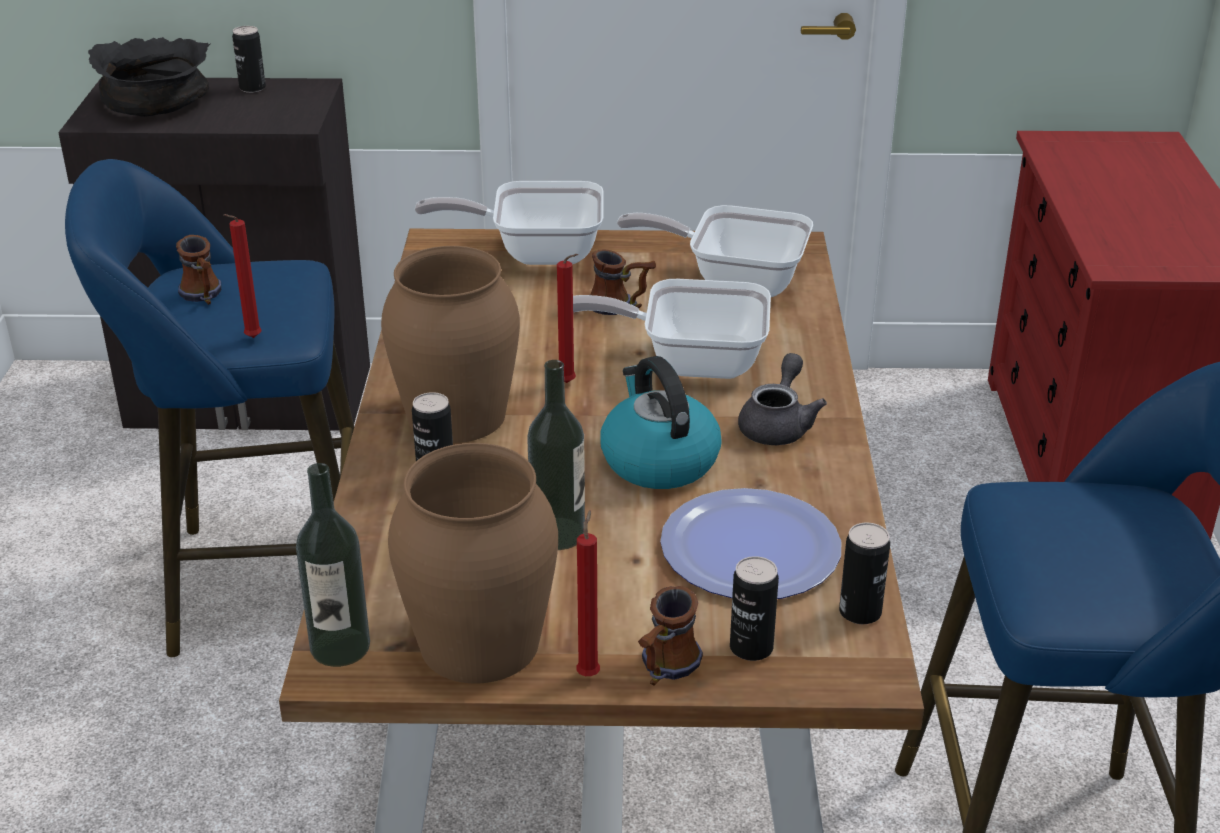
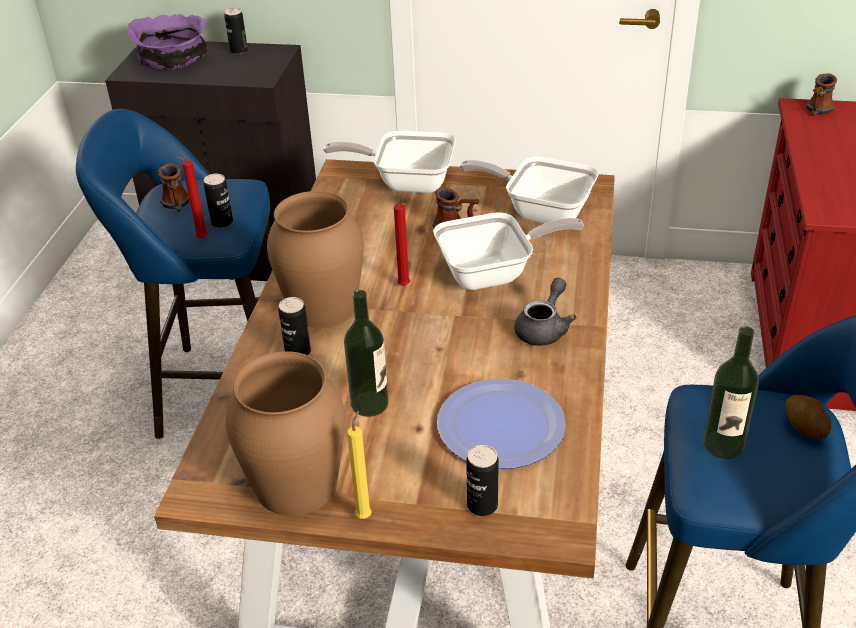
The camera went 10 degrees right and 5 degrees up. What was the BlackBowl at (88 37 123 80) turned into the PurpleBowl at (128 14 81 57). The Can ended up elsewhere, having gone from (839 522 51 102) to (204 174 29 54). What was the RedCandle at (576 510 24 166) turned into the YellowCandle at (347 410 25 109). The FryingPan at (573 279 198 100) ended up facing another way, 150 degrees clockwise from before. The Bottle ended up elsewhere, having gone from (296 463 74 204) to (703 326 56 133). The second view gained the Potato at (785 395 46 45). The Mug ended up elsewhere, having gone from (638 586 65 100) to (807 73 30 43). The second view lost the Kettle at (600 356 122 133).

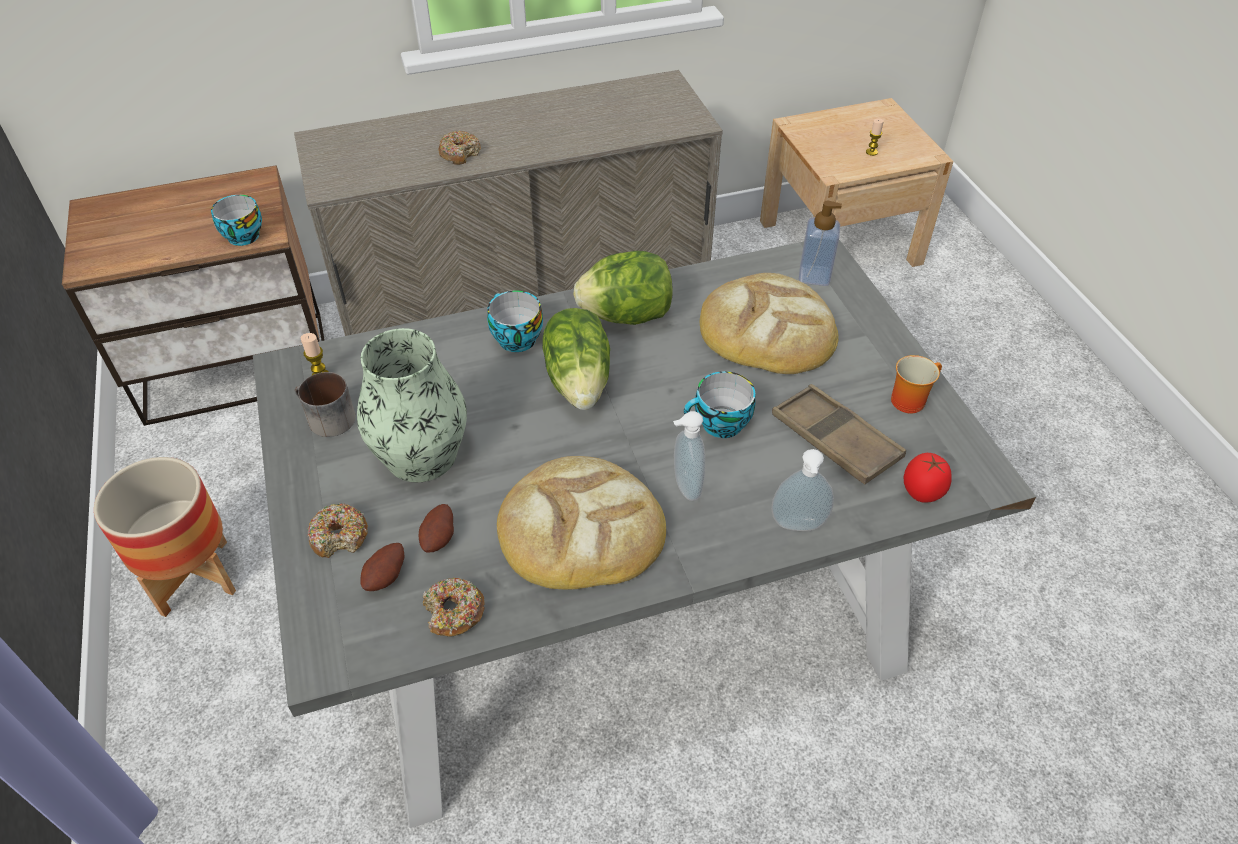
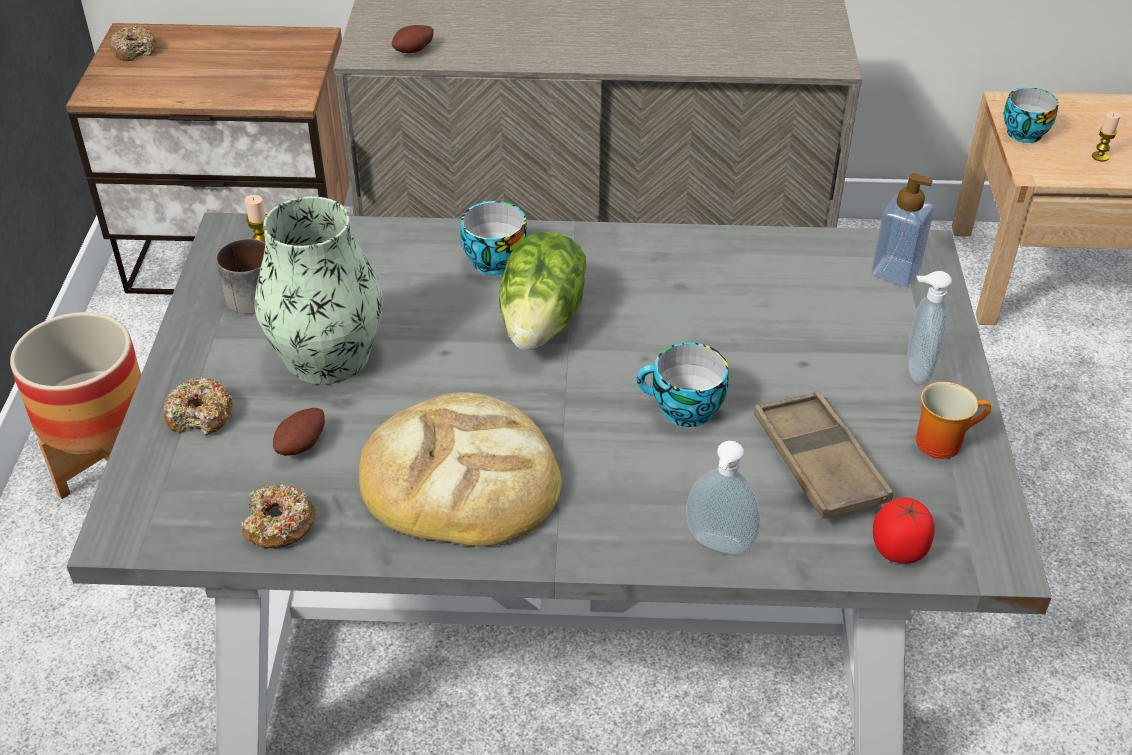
The camera went 20 degrees right and 5 degrees down. The Donut ended up elsewhere, having gone from (438 130 43 35) to (110 26 47 36). The Potato ended up elsewhere, having gone from (361 543 44 48) to (392 25 42 28). The SoapDispenser ended up elsewhere, having gone from (673 411 32 90) to (907 271 45 114). The Cup ended up elsewhere, having gone from (211 195 51 51) to (1003 87 56 56). The second view lost the Lettuce at (573 251 100 74). The second view lost the Bread at (700 273 139 101).

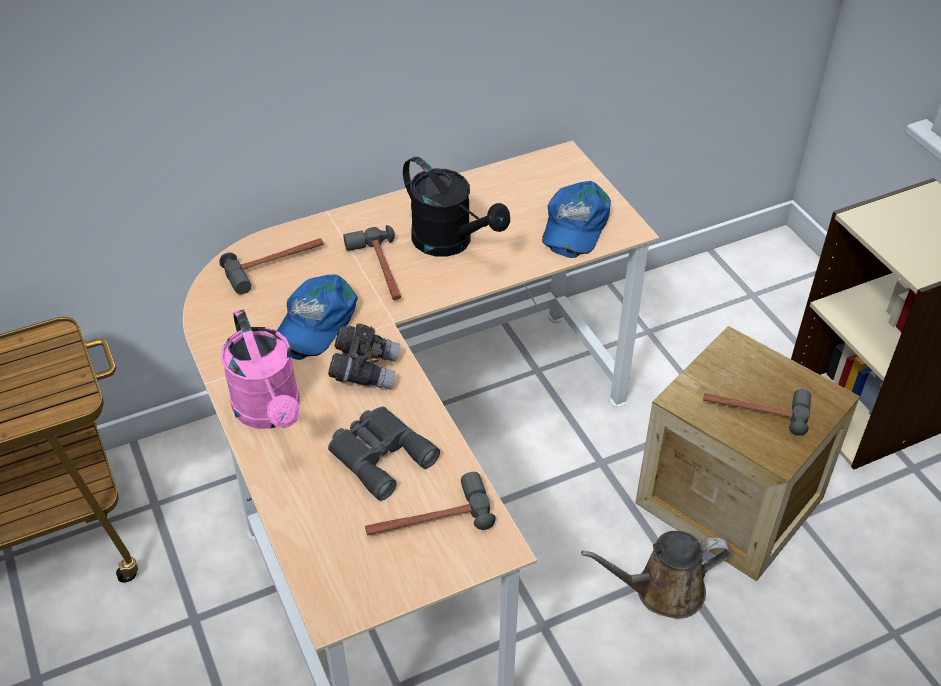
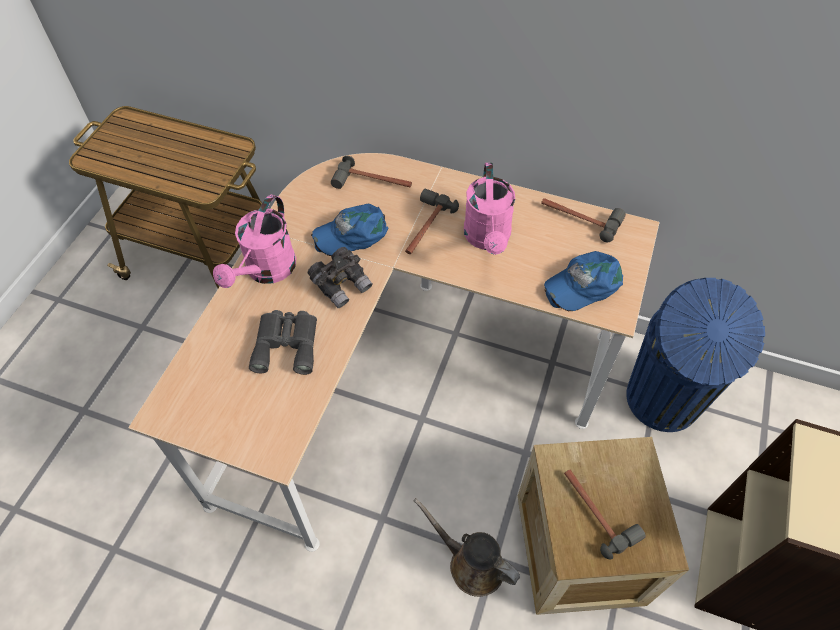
The camera went 45 degrees right and 10 degrees up. What was the BlackWateringCan at (403 157 107 100) turned into the PinkWateringCan at (464 163 51 92). The Hammer ended up elsewhere, having gone from (365 472 130 63) to (541 198 85 44). The second view gained the BlueTrashCan at (626 278 139 154).

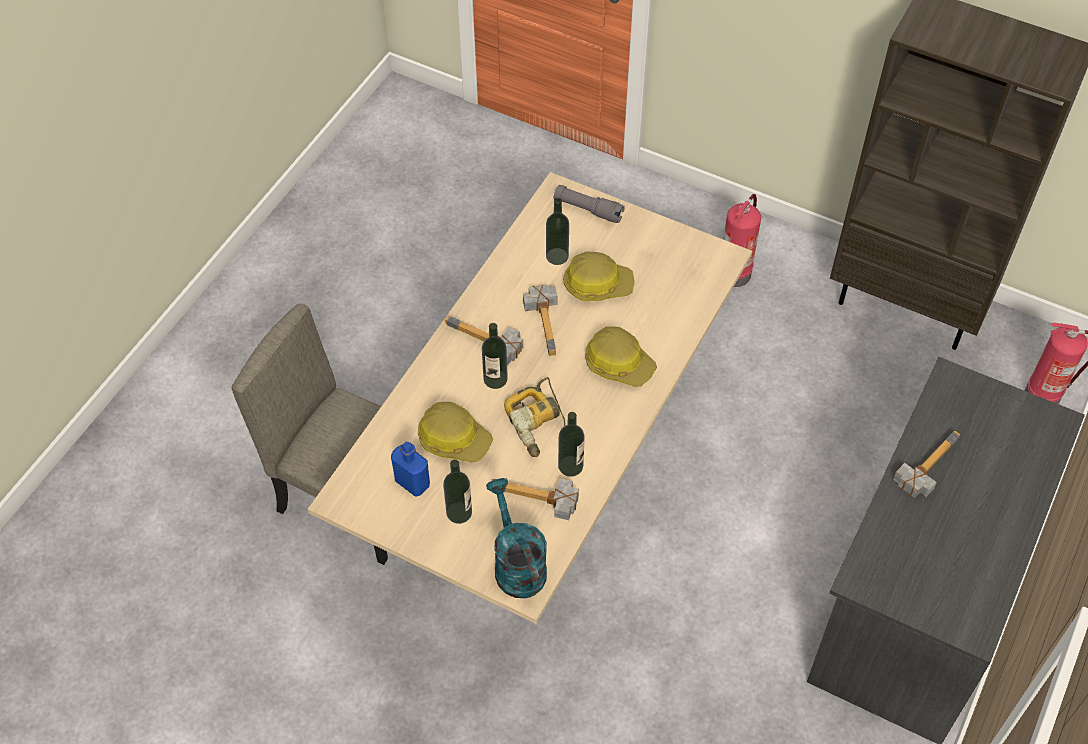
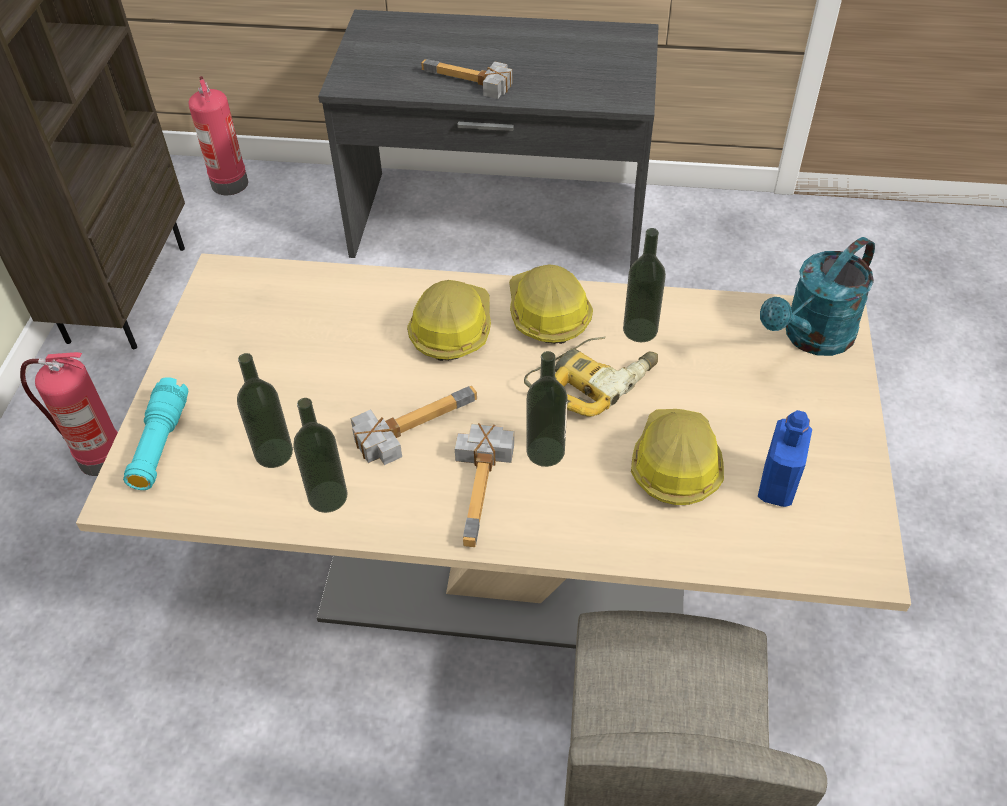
The camera went 110 degrees left and 5 degrees down. What was the GreyFlashlight at (554 185 71 38) turned into the TurquoiseFlashlight at (123 377 65 113). The Bottle ended up elsewhere, having gone from (443 460 29 64) to (293 398 54 115). The HardHat ended up elsewhere, having gone from (563 251 71 50) to (509 264 84 80). The second view lost the Hammer at (491 478 88 42).

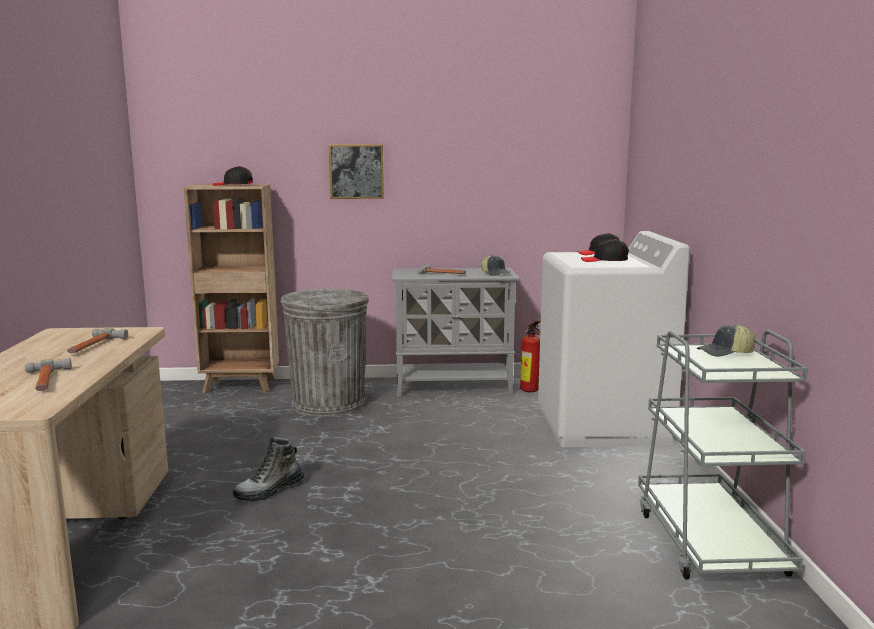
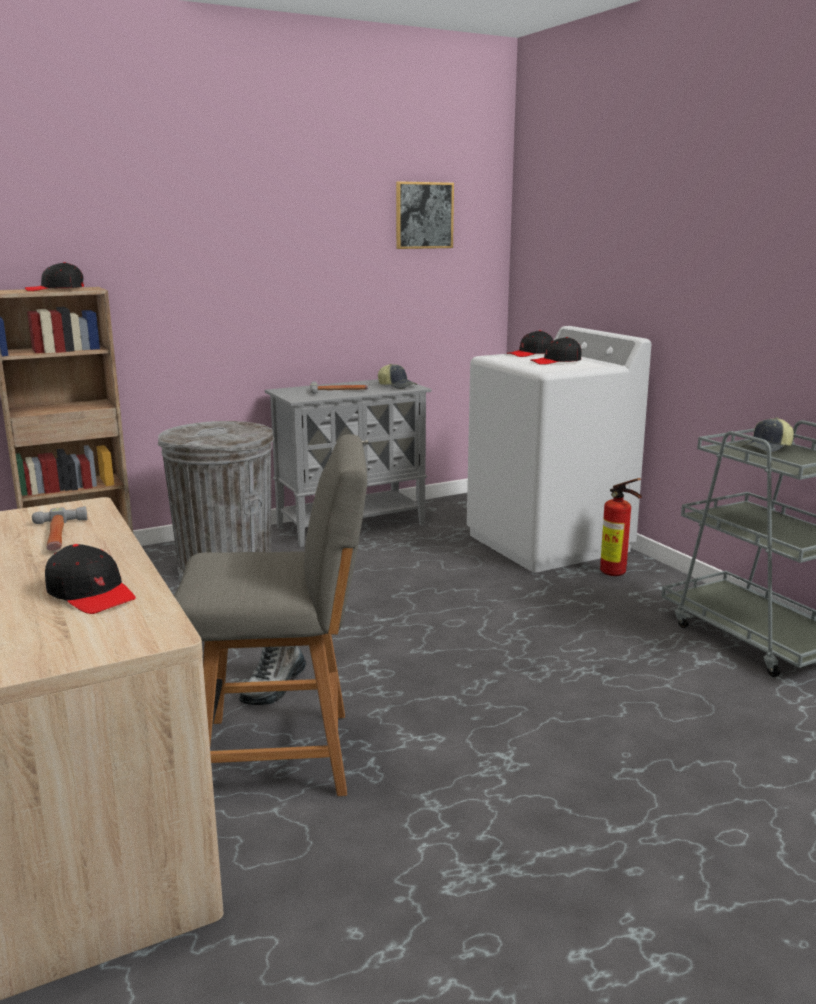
The camera went 25 degrees left and 5 degrees up. Where the Hammer stood at (25 358 47 33), the BlackCap came to stand at (45 544 91 70). The second view gained the GreyChair at (174 434 193 362). The Picture ended up elsewhere, having gone from (329 144 55 55) to (396 181 58 68). The FireExtinguisher ended up elsewhere, having gone from (520 320 21 72) to (600 478 42 98).

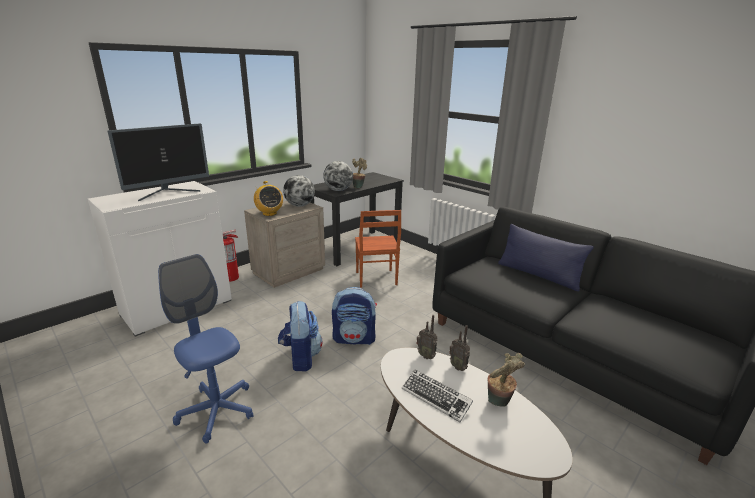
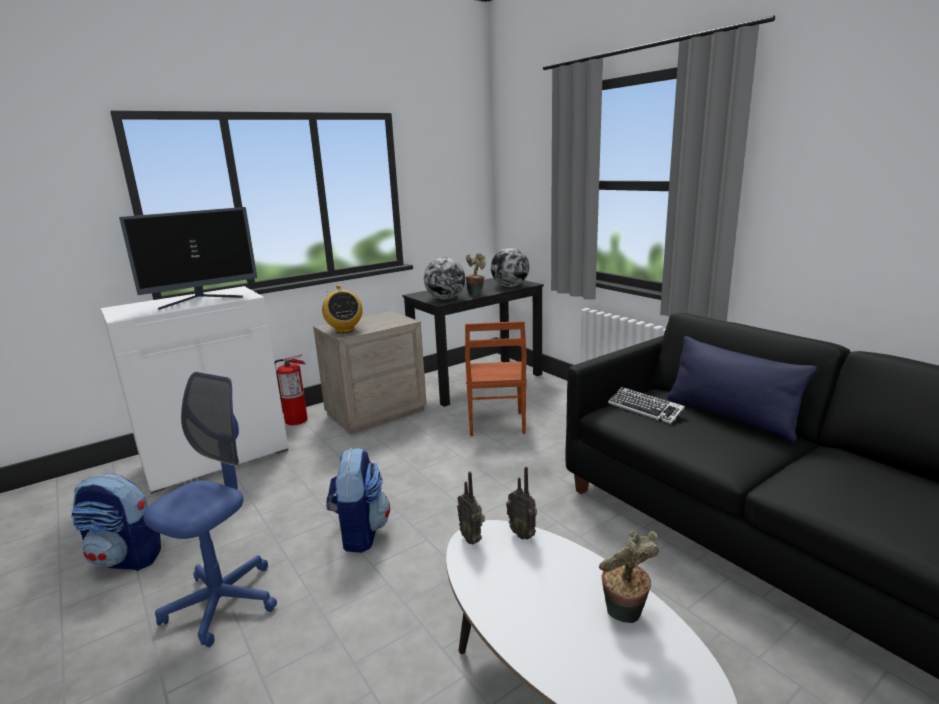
The camera went 10 degrees right and 5 degrees down. The Backpack ended up elsewhere, having gone from (332 287 45 58) to (71 473 90 98). The BlueOfficeChair at (158 254 95 189) ended up facing another way, 60 degrees clockwise from before. The Radio ended up elsewhere, having gone from (449 325 21 46) to (457 471 28 74). The Globe ended up elsewhere, having gone from (283 175 32 32) to (491 248 38 39). The Keyboard ended up elsewhere, having gone from (402 369 71 53) to (608 387 77 37).

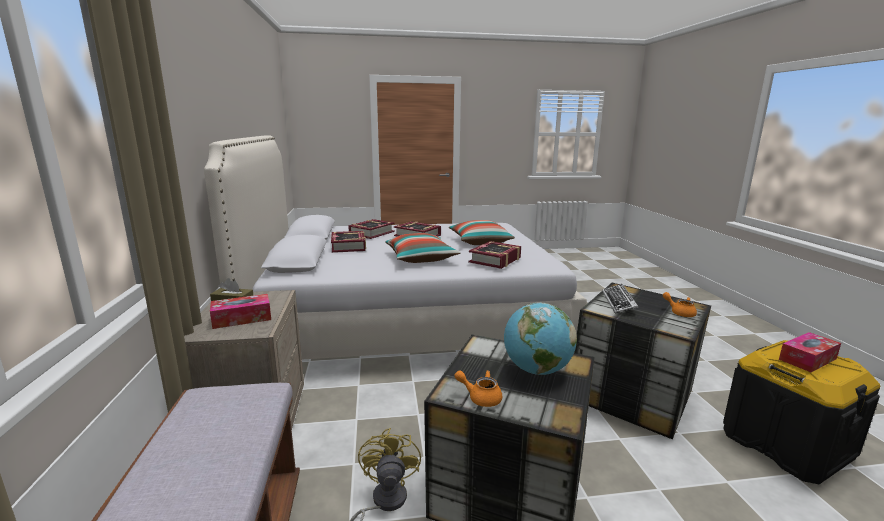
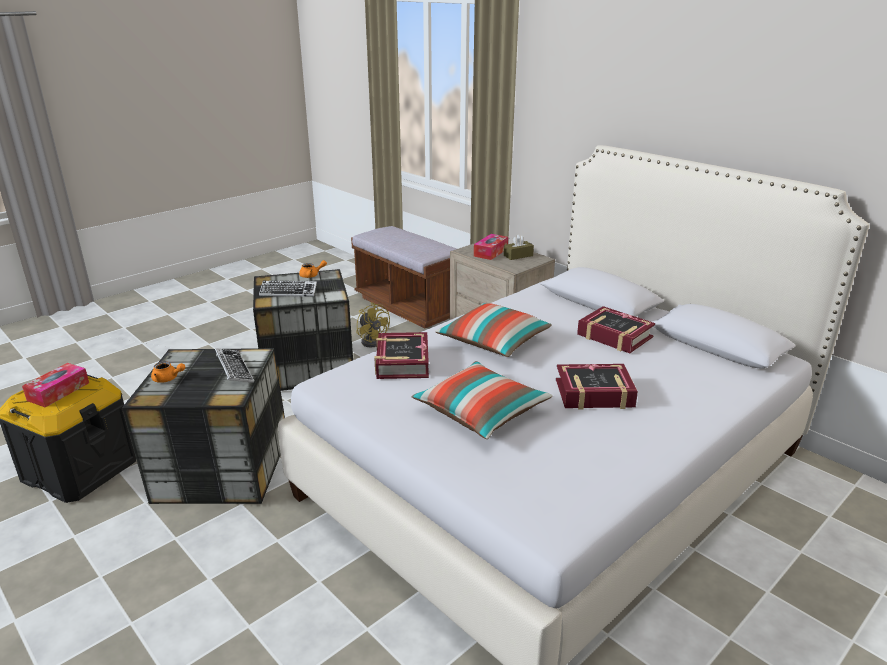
The camera went 145 degrees right and 10 degrees up. Where the Globe stood at (504 302 73 73), the Keyboard came to stand at (259 281 58 16). The second view lost the Book at (348 219 47 20).

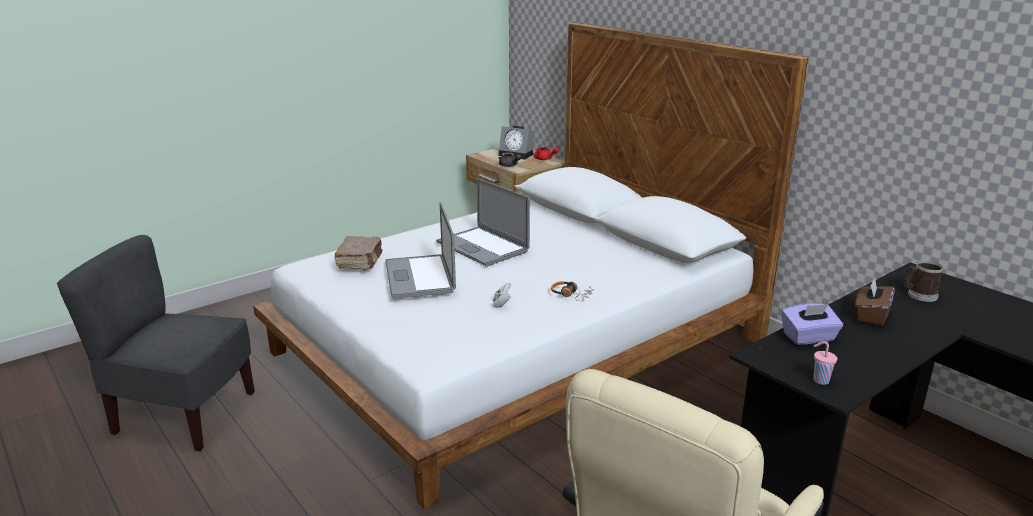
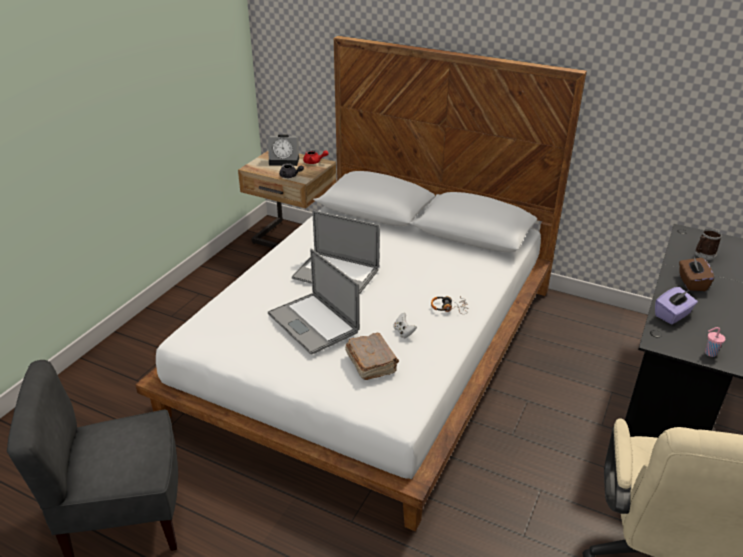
The camera went 25 degrees left and 10 degrees up. The BrownBook ended up elsewhere, having gone from (334 236 49 34) to (345 333 54 47).

